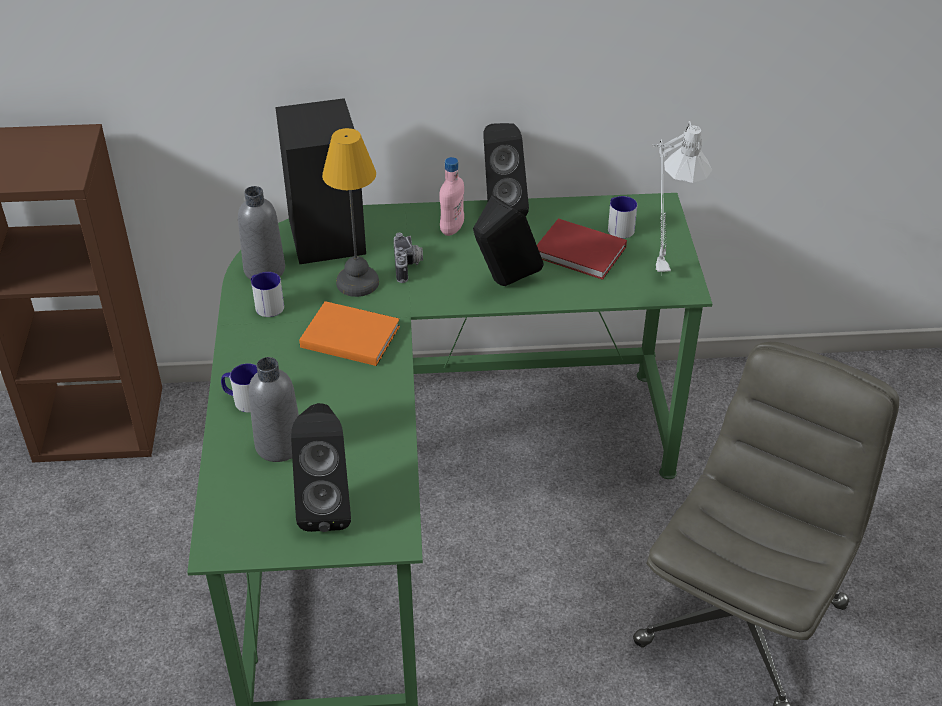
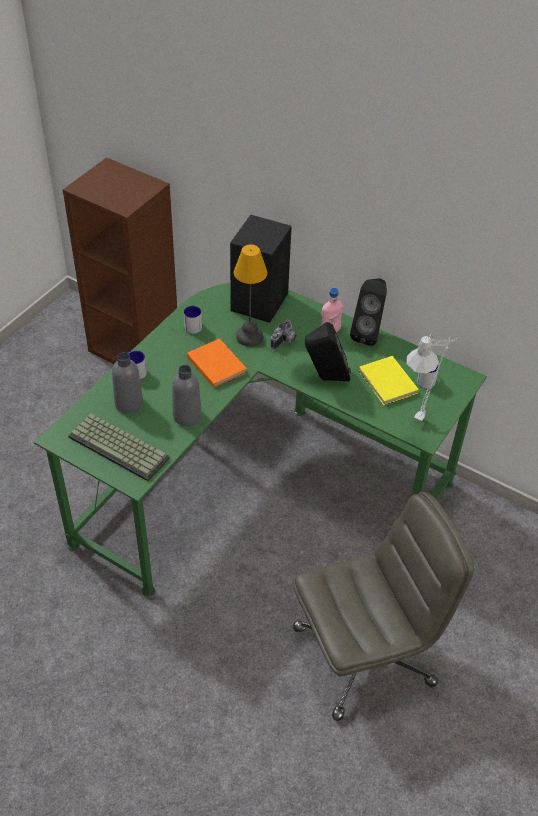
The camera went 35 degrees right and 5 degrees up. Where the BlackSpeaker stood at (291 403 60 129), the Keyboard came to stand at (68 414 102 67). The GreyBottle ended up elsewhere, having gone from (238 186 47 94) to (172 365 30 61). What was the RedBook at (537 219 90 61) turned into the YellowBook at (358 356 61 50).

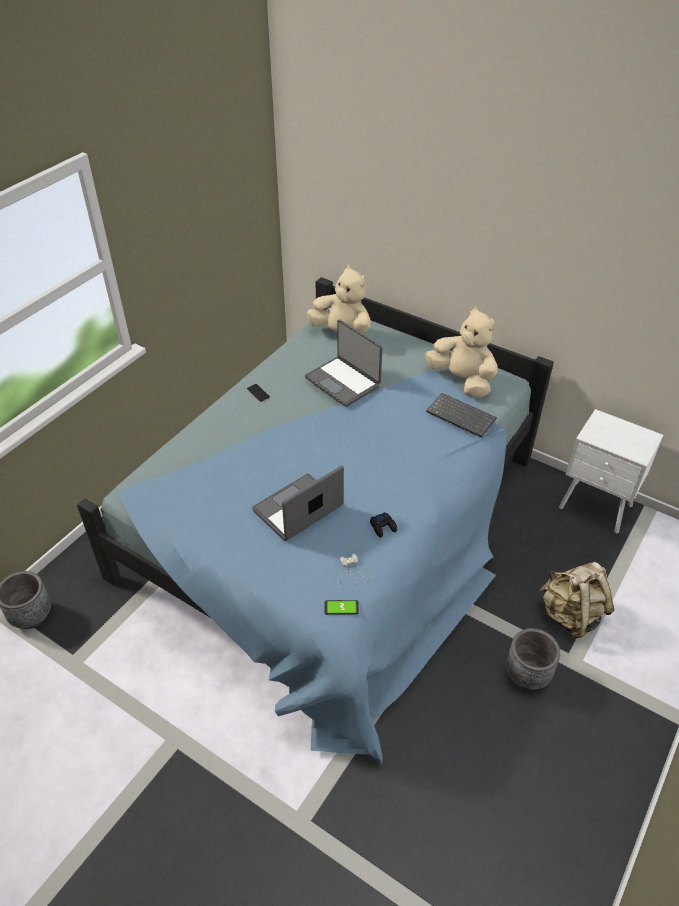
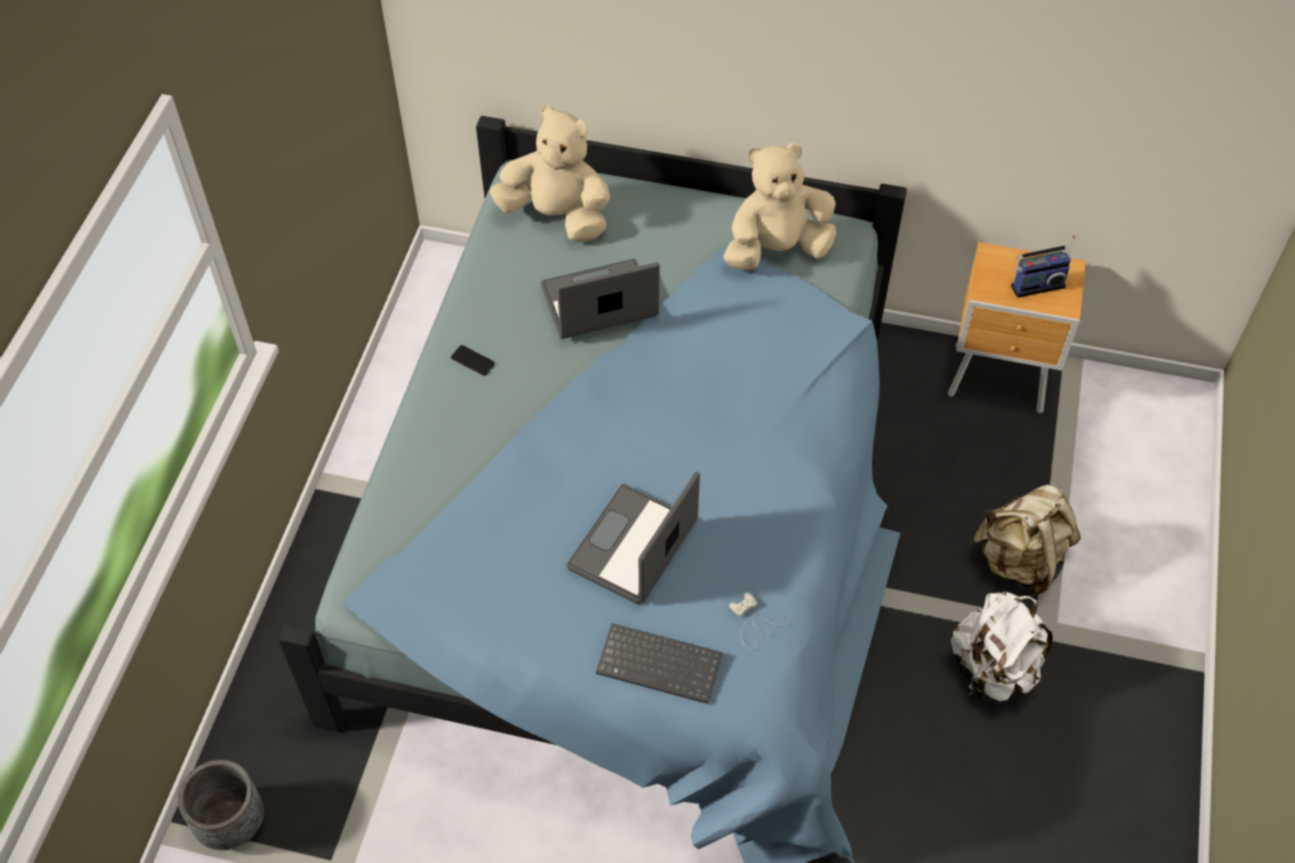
The camera went 20 degrees left and 10 degrees up. The Laptop at (305 319 78 88) ended up facing another way, 135 degrees clockwise from before. The Keyboard ended up elsewhere, having gone from (426 393 71 44) to (596 623 127 81). The BeigePlushToy at (426 306 72 91) ended up facing another way, 45 degrees counterclockwise from before. What was the WhiteNightstand at (559 409 104 125) turned into the BrownNightstand at (947 242 139 172). Where the GreyPlanter stood at (506 628 55 62), the WhiteBackpack came to stand at (951 591 102 110). The second view gained the Radio at (1011 236 64 62). The second view lost the Phone at (325 600 34 15). The second view lost the BlackGameController at (370 512 27 26).

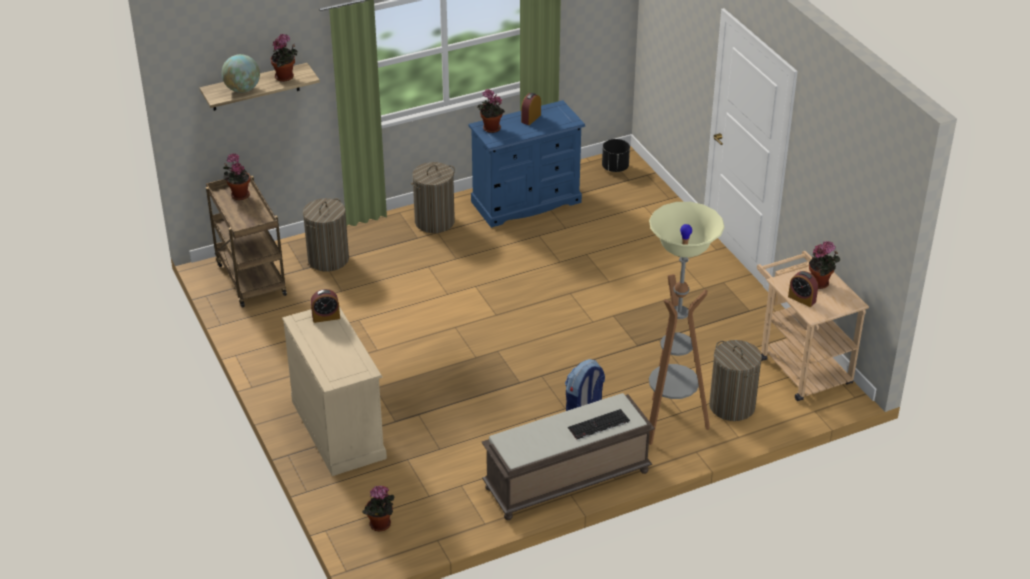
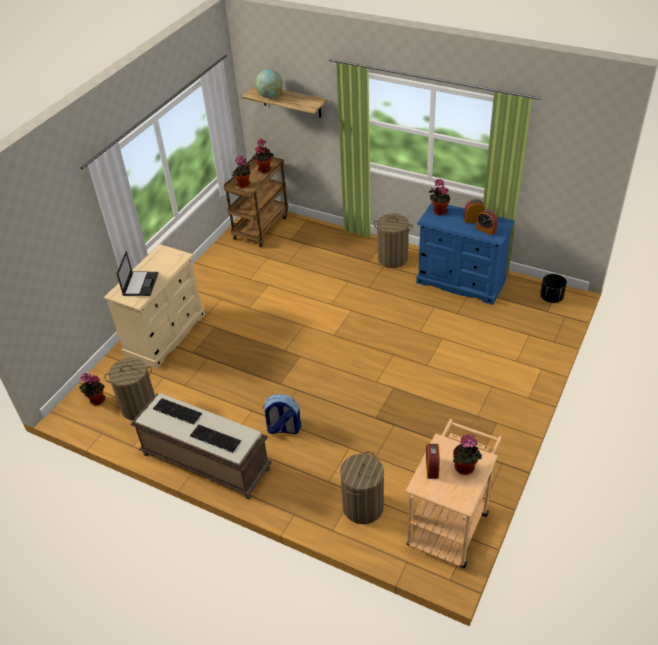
The camera went 55 degrees right and 5 degrees up. The LaundryBasket ended up elsewhere, having gone from (303 198 46 74) to (104 358 51 62). The second view gained the Laptop at (116 251 42 45). The second view gained the Keyboard at (153 398 49 27). The PottedPlant ended up elsewhere, having gone from (271 34 27 48) to (232 156 19 32). The AlarmClock ended up elsewhere, having gone from (311 289 29 34) to (476 209 22 26). The second view lost the FloorLamp at (649 202 76 243).

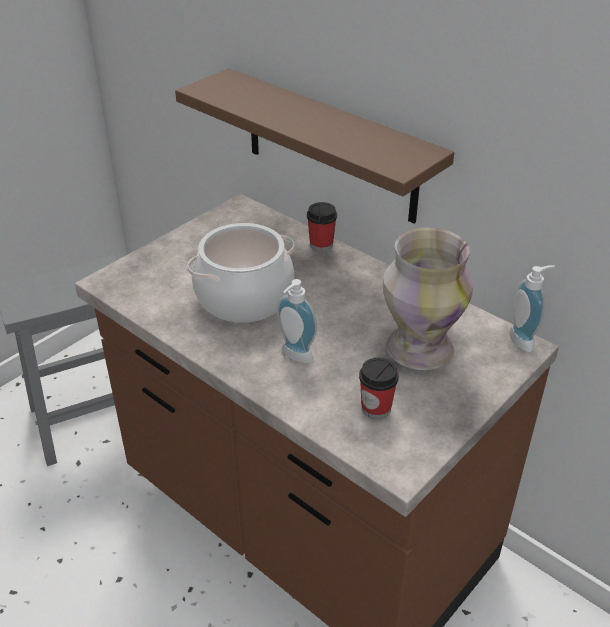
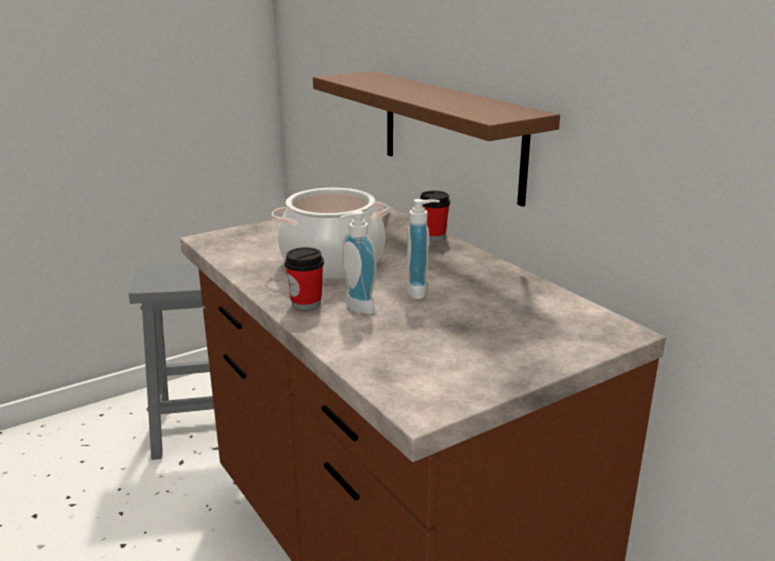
The camera went 15 degrees right and 15 degrees down. The Cup ended up elsewhere, having gone from (359 358 40 61) to (285 247 39 63). The SoapDispenser ended up elsewhere, having gone from (509 265 46 87) to (407 199 33 100). The second view lost the Vase at (382 228 91 142).

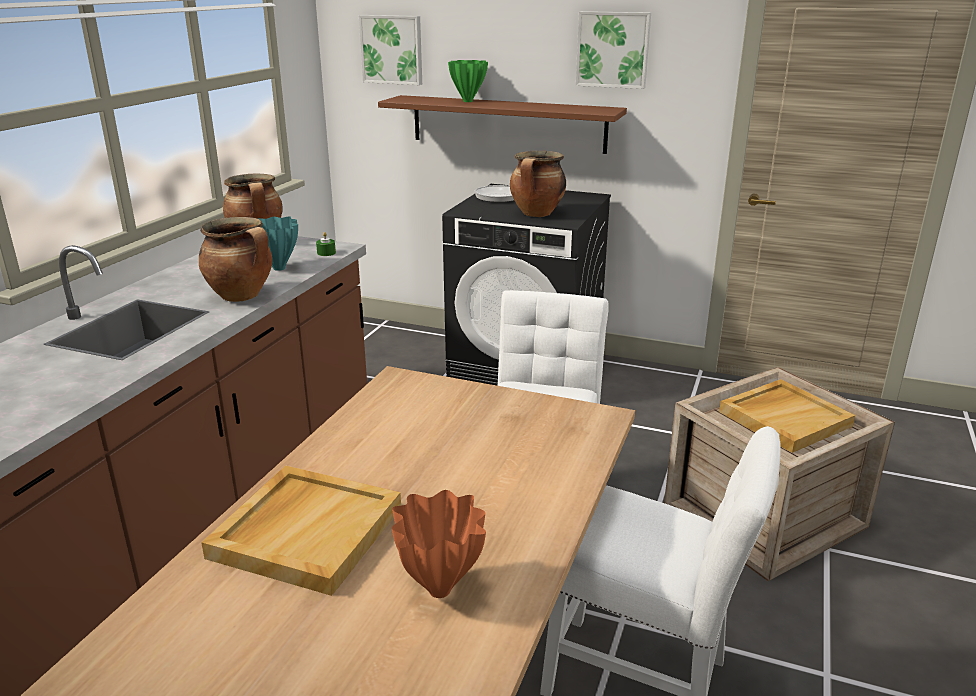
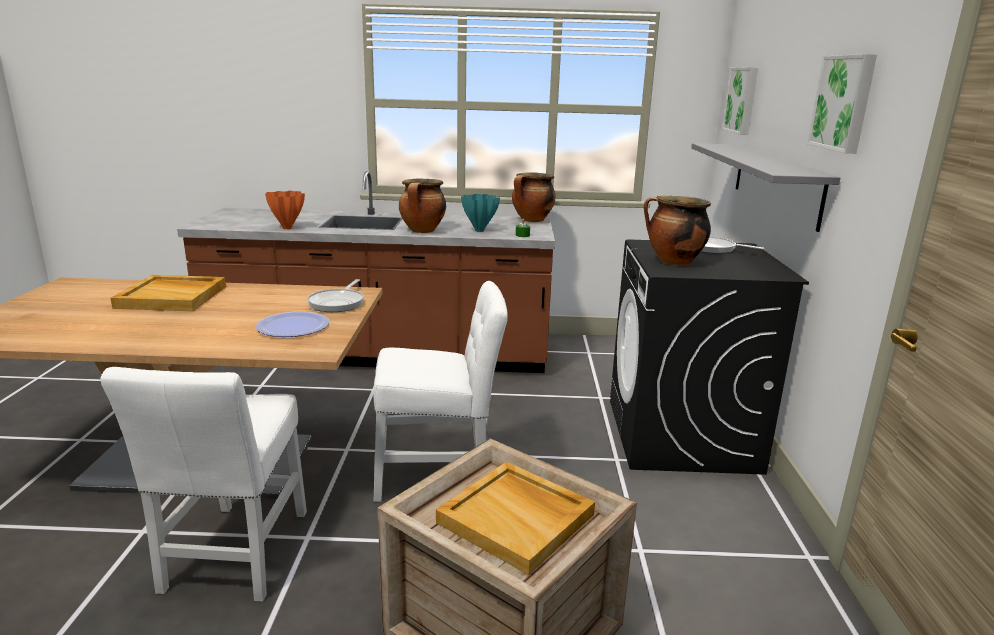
The camera went 70 degrees right and 5 degrees down. The second view gained the Plate at (256 311 73 26). The OrangeVase ended up elsewhere, having gone from (392 490 94 108) to (265 191 40 38). The second view gained the FryingPan at (307 279 57 33). What was the BrownShelf at (378 95 249 59) turned into the GreyShelf at (691 143 149 89). The second view lost the GreenVase at (448 60 40 42).

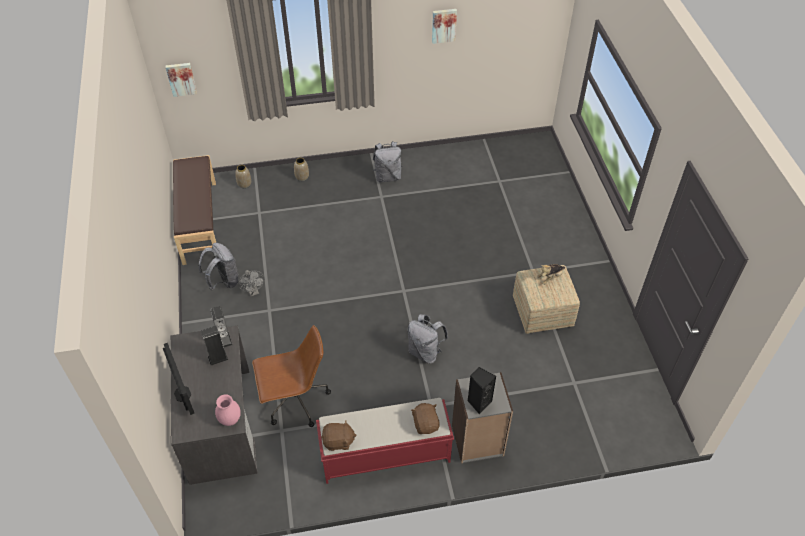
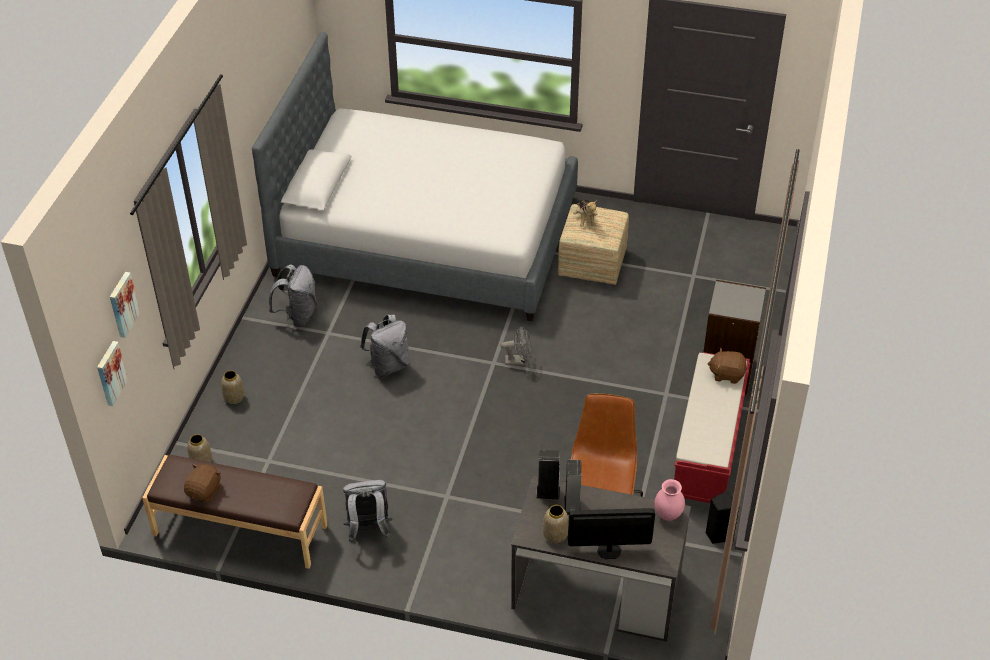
The camera went 65 degrees left and 5 degrees down. The Picture ended up elsewhere, having gone from (432 9 25 35) to (110 272 30 66). The BrownPlushToy ended up elsewhere, having gone from (321 420 36 31) to (184 464 37 38). The second view gained the Bed at (252 32 326 289). The GreyBackpack ended up elsewhere, having gone from (408 314 40 50) to (360 314 49 63). The GreyFan ended up elsewhere, having gone from (239 270 26 26) to (501 326 31 39). The second view gained the Vase at (543 505 26 39). The BlackSpeaker ended up elsewhere, having gone from (467 367 29 47) to (706 490 33 54).

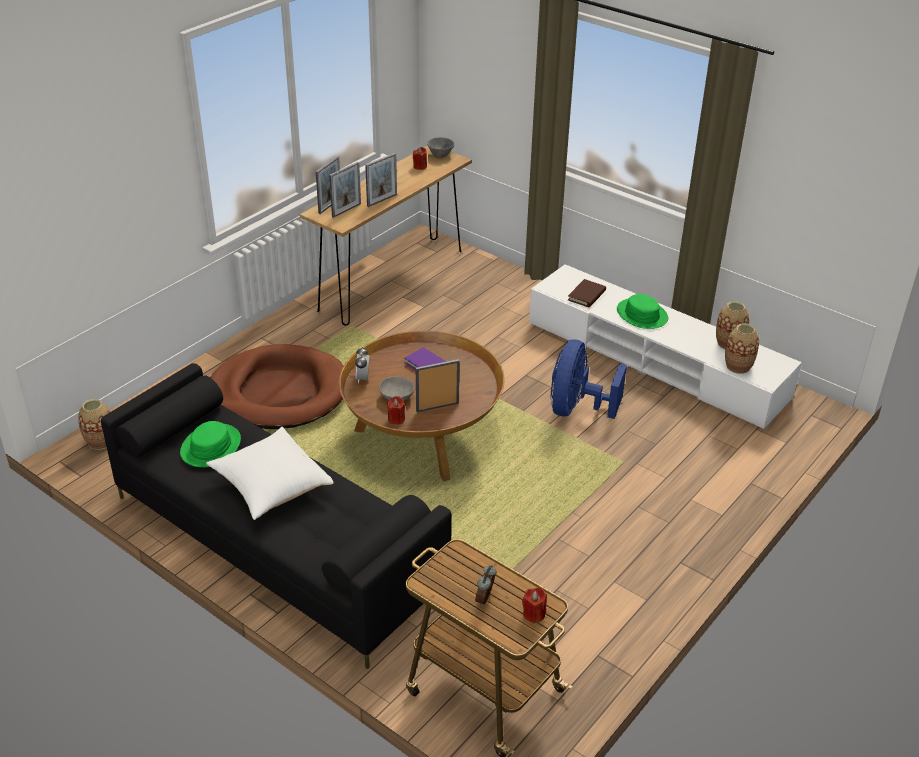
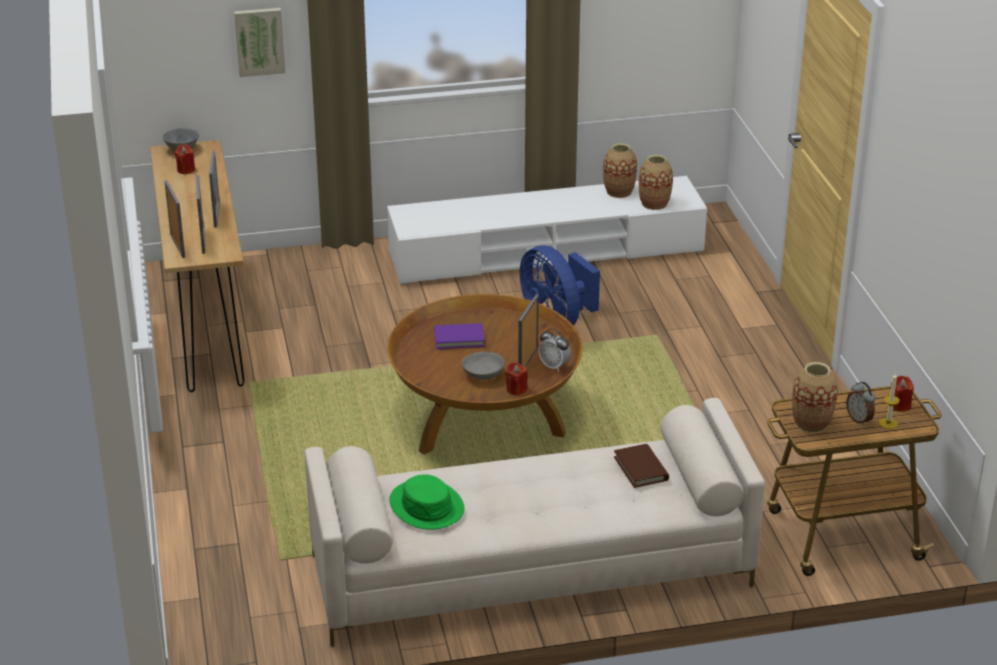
The camera went 50 degrees left and 5 degrees down. The second view gained the Picture at (234 8 51 69). What was the BlackSofa at (101 363 351 306) turned into the BeigeSofa at (304 398 461 249). The AlarmClock ended up elsewhere, having gone from (355 347 15 36) to (538 329 33 43). The BrownBook ended up elsewhere, having gone from (568 279 38 28) to (614 444 55 44). The Vase ended up elsewhere, having gone from (78 399 32 51) to (792 362 46 71). The second view gained the Candle at (879 373 21 56). The second view lost the WhitePillow at (206 427 128 93). The second view lost the BrownDogBed at (210 344 133 85). The second view lost the GreenHat at (617 294 51 35).

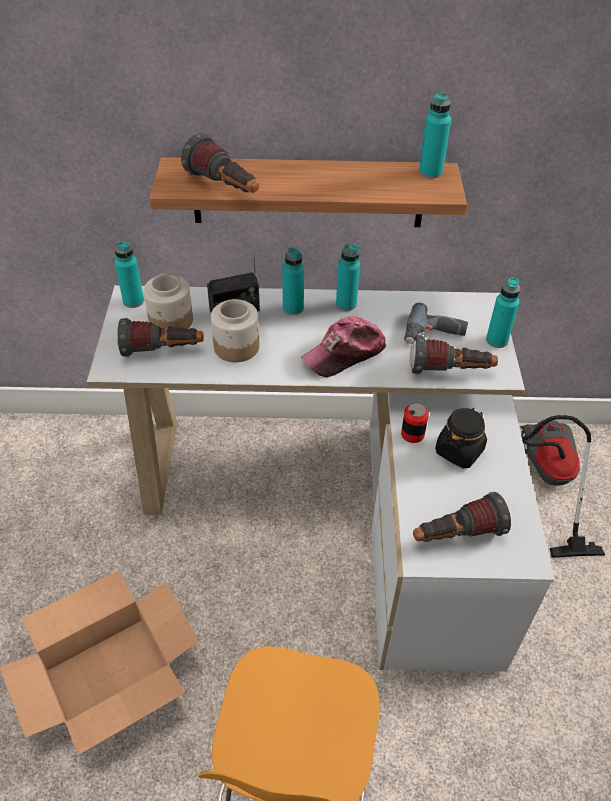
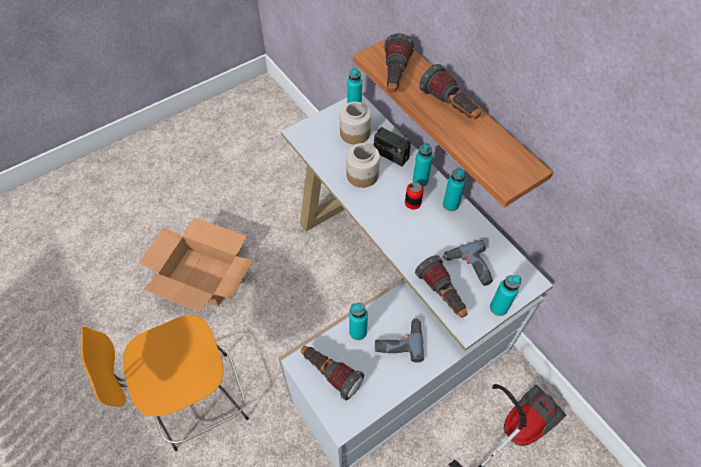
The camera went 55 degrees right and 10 degrees up. The TurquoiseBottle ended up elsewhere, having gone from (419 92 32 86) to (349 303 19 37). Where the BlackJar stood at (435 408 52 60), the PowerDrill came to stand at (375 318 49 44). The Can ended up elsewhere, having gone from (401 403 28 40) to (405 182 19 27). The Flashlight ended up elsewhere, having gone from (117 318 87 39) to (419 64 62 55). The second view lost the Cap at (301 316 85 61).

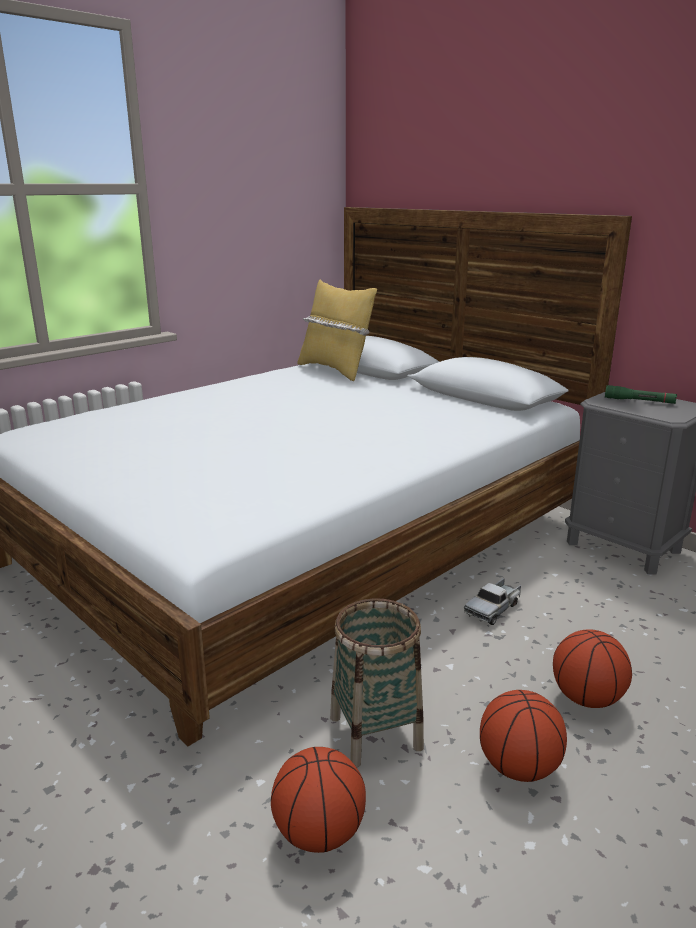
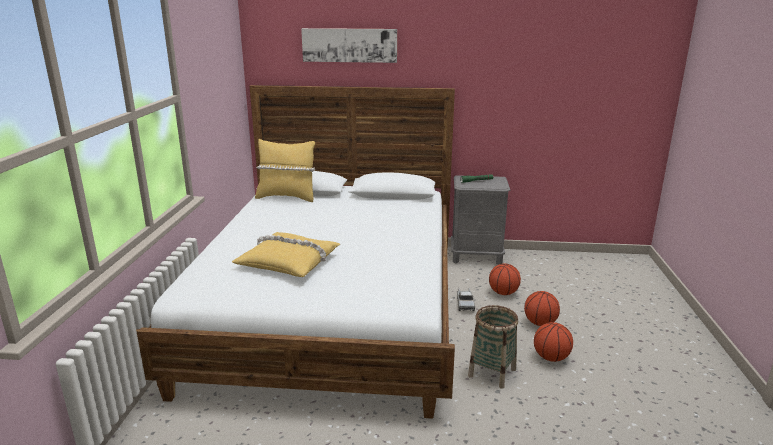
The camera went 40 degrees left and 0 degrees up. The second view gained the YellowPillow at (232 232 108 45). The second view gained the Picture at (301 28 96 35). The Basketball ended up elsewhere, having gone from (271 747 95 106) to (489 263 32 32).

